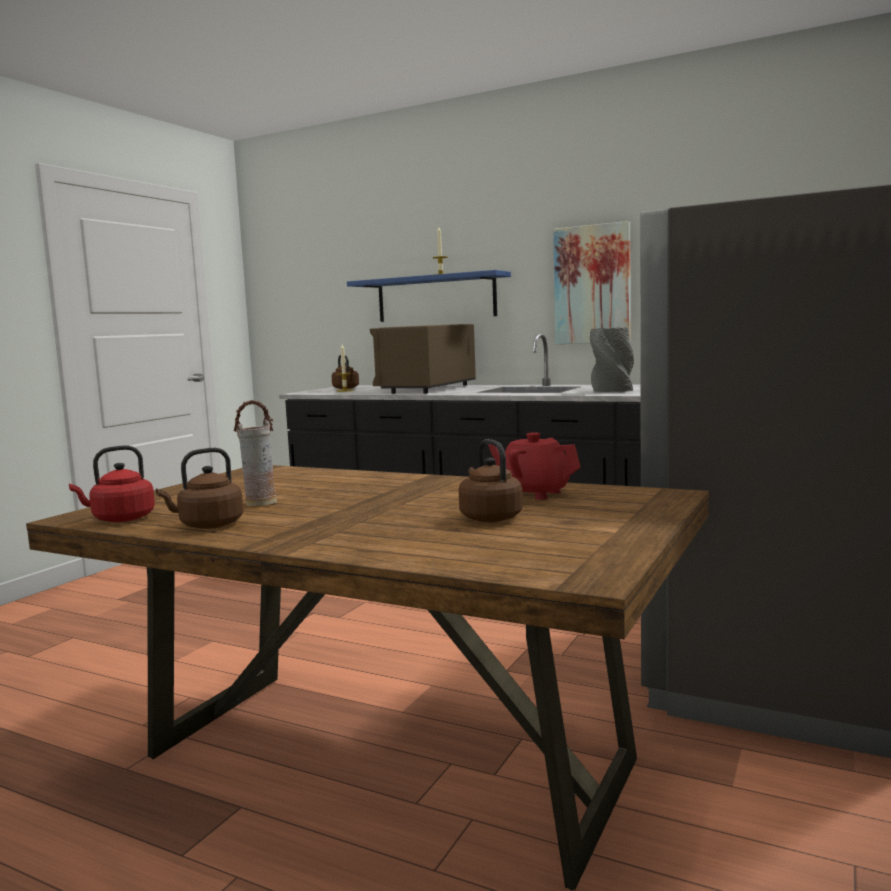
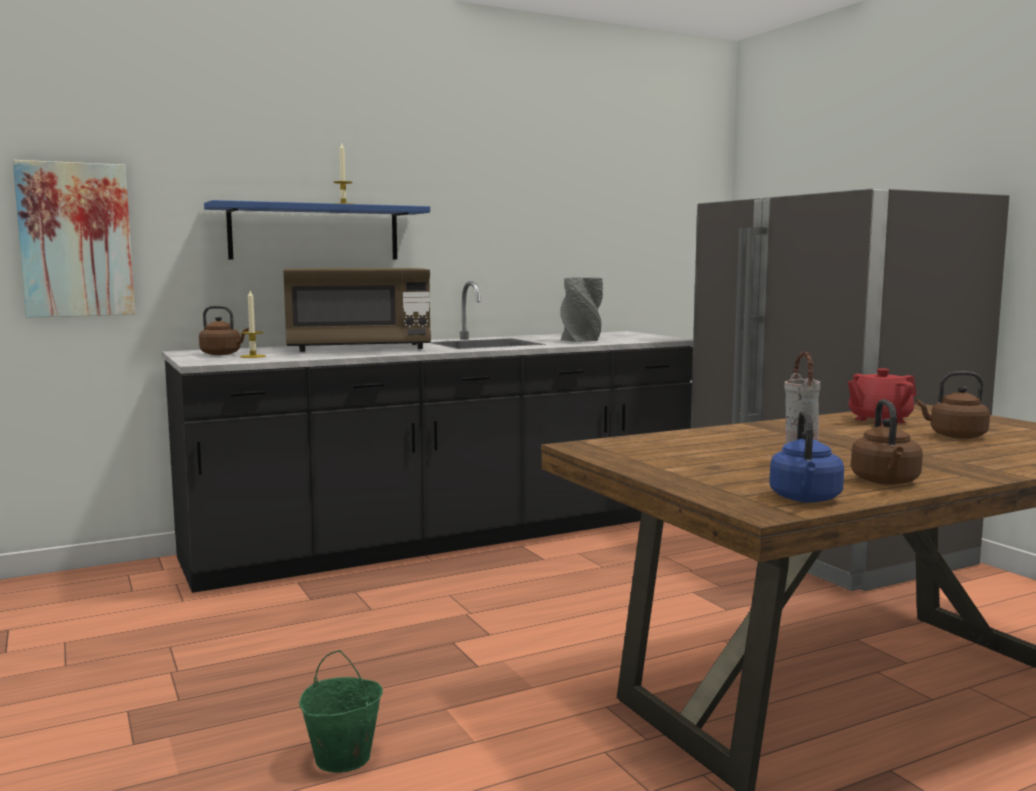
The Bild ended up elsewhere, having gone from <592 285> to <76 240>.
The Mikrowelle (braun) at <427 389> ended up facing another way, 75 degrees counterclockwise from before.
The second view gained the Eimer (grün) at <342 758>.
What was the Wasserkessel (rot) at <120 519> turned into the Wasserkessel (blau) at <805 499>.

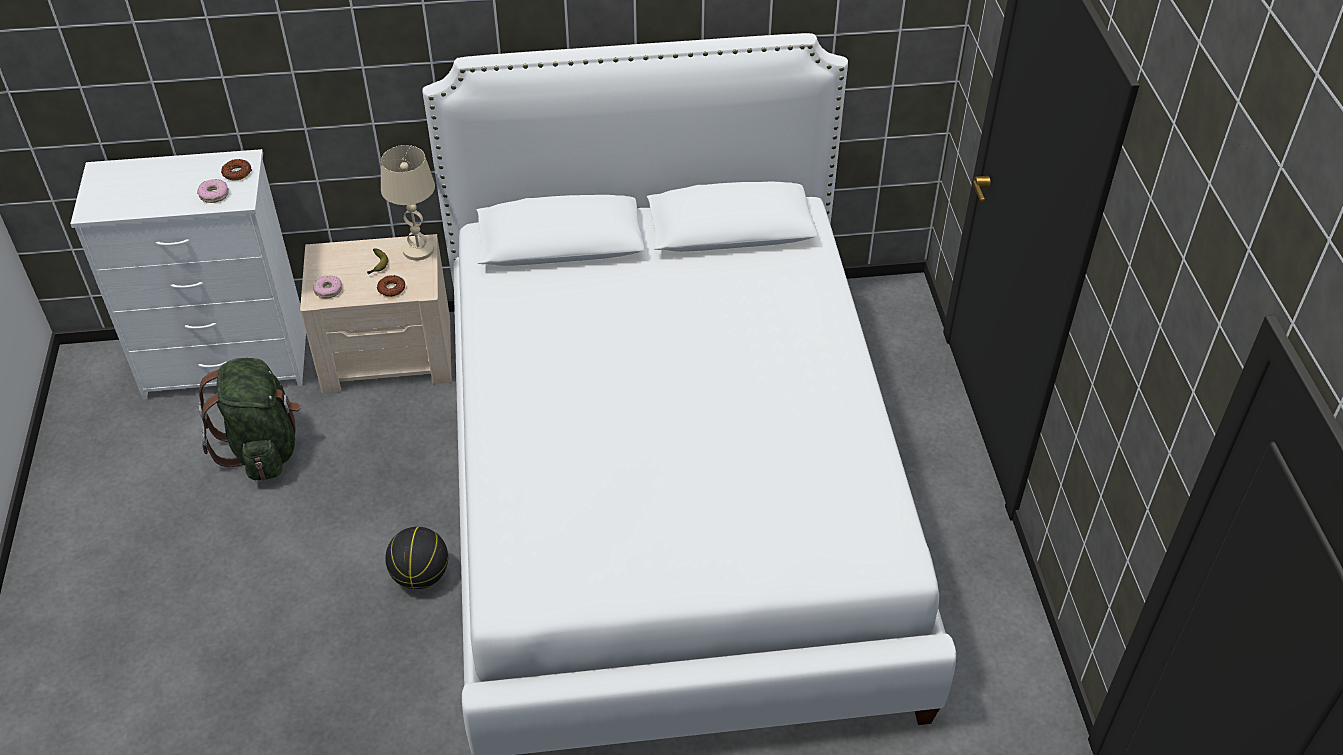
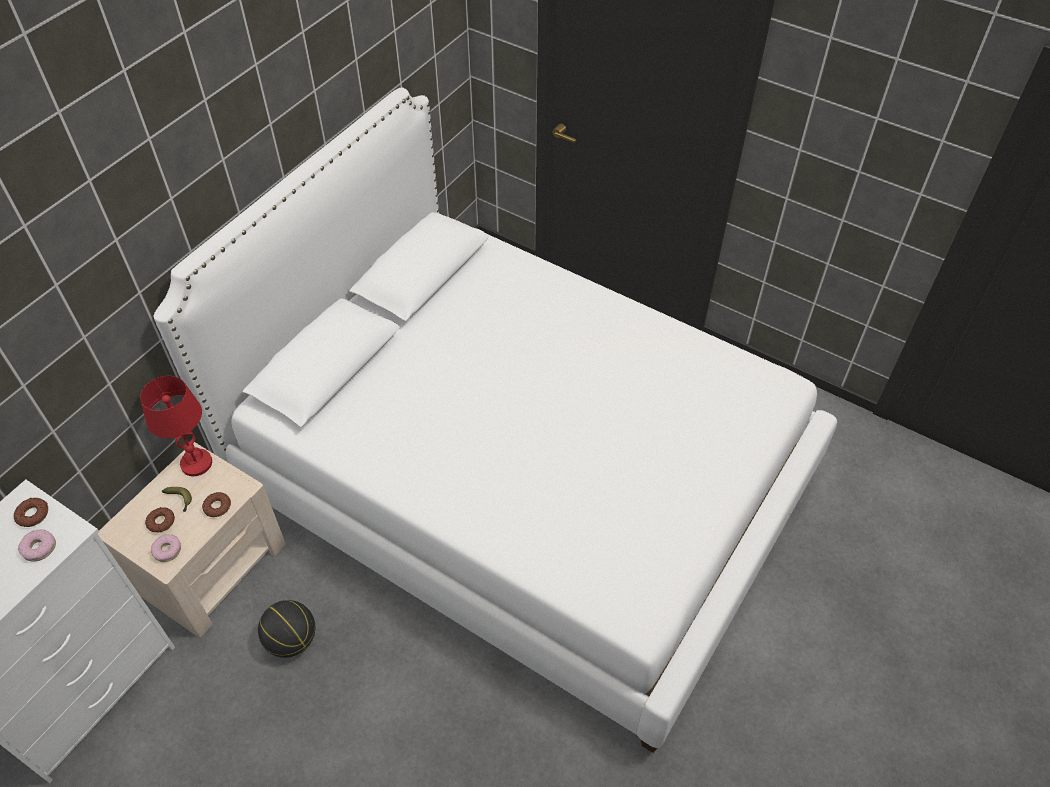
What was the Tischlampe (beige) at <419 249> turned into the Tischlampe (rot) at <196 463>.
The second view gained the Donut at <161 522>.
The Basketball ended up elsewhere, having gone from <421 575> to <292 639>.
The second view lost the Rucksack (grün) at <263 448>.

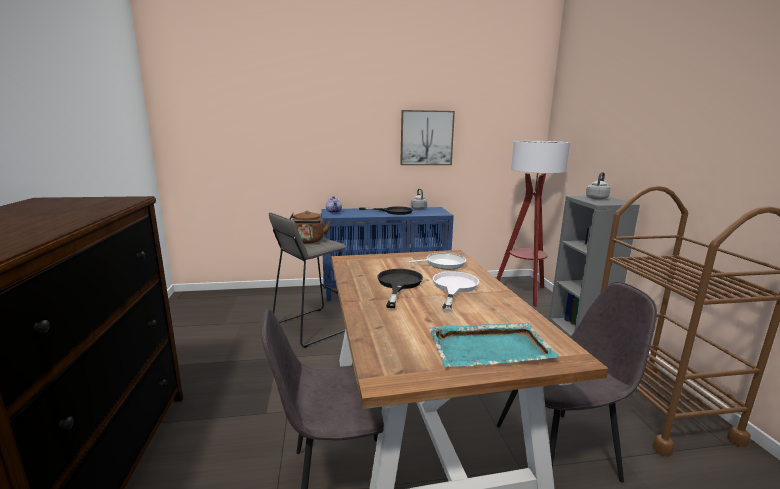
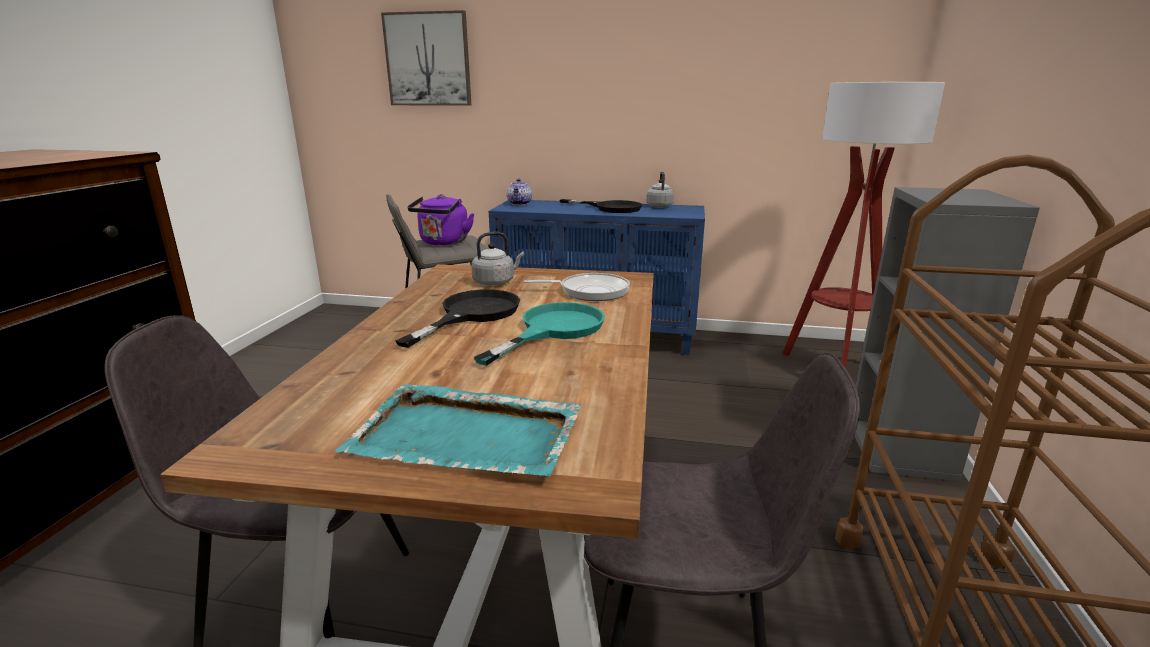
The Bild ended up elsewhere, having gone from <426 138> to <428 60>.
What was the Wasserkessel (braun) at <308 241> turned into the Wasserkessel (lila) at <443 242>.
The Wasserkessel (grau) ended up elsewhere, having gone from <597 198> to <496 282>.
What was the Pfanne (weiß) at <454 287> turned into the Pfanne (türkis) at <553 329>.

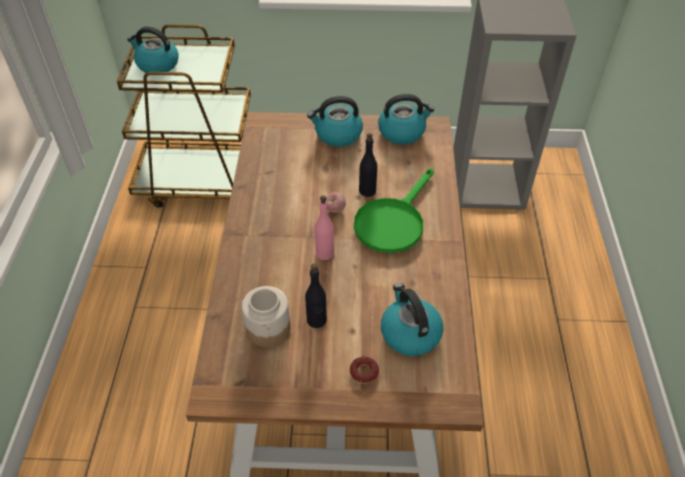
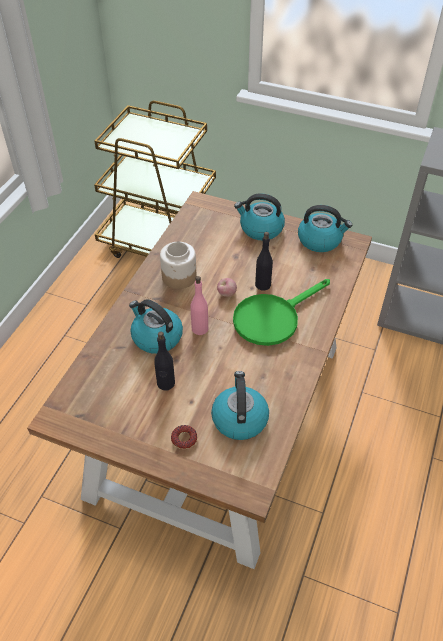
The Wasserkessel ended up elsewhere, having gone from <157 64> to <156 337>.
The Vorratsglas ended up elsewhere, having gone from <268 328> to <179 277>.

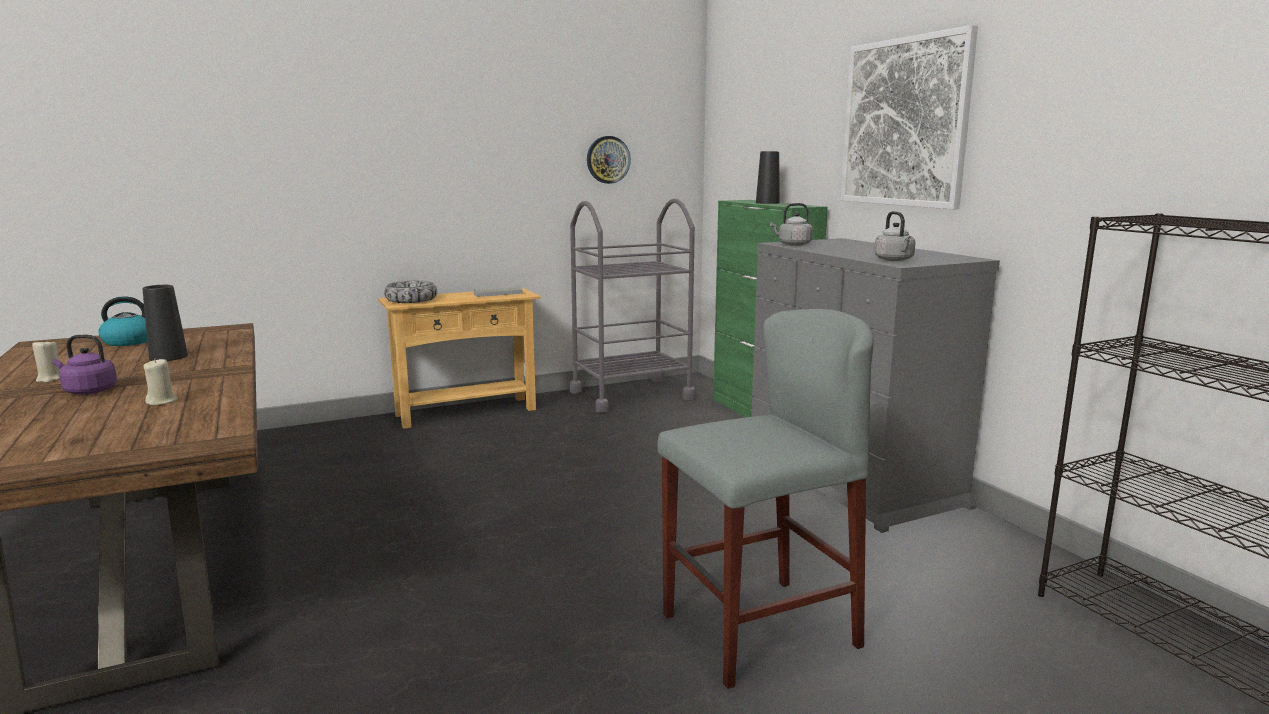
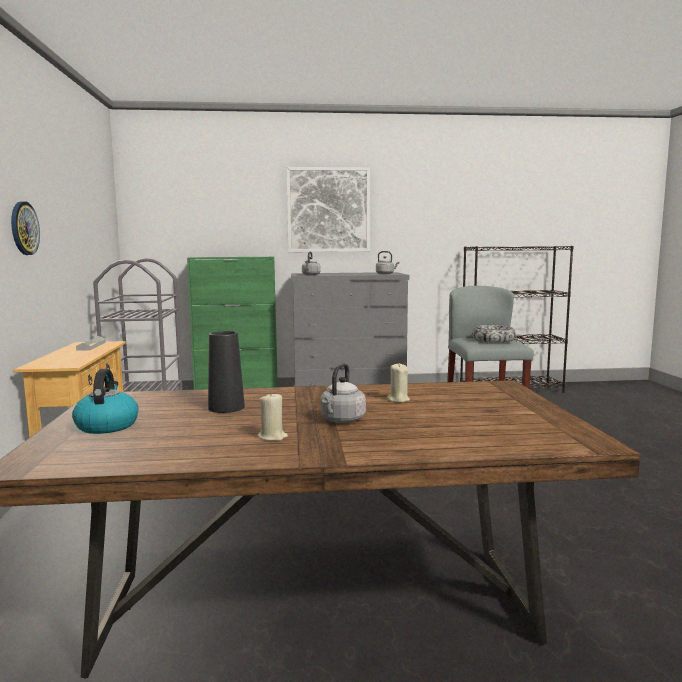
The Wanduhr ended up elsewhere, having gone from <608 159> to <24 228>.
What was the Wasserkessel (lila) at <88 391> turned into the Wasserkessel (grau) at <341 420>.
The Schüssel ended up elsewhere, having gone from <411 300> to <493 340>.
The second view lost the Vase (schwarz) at <767 203>.

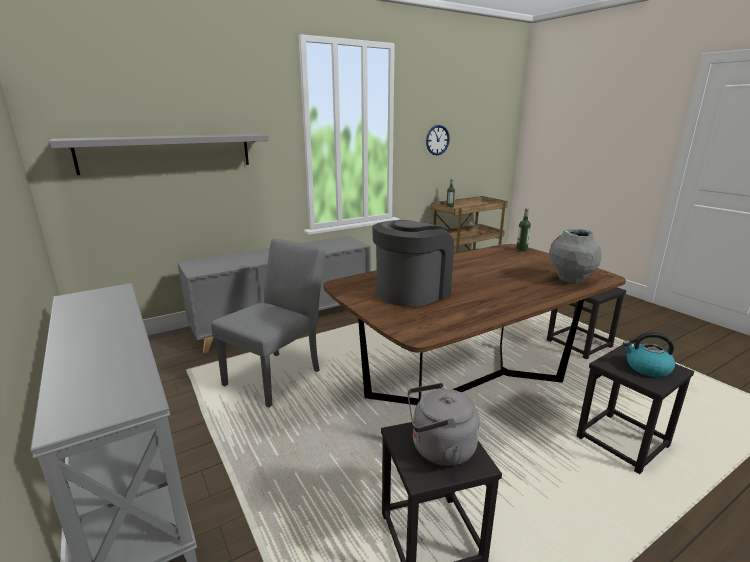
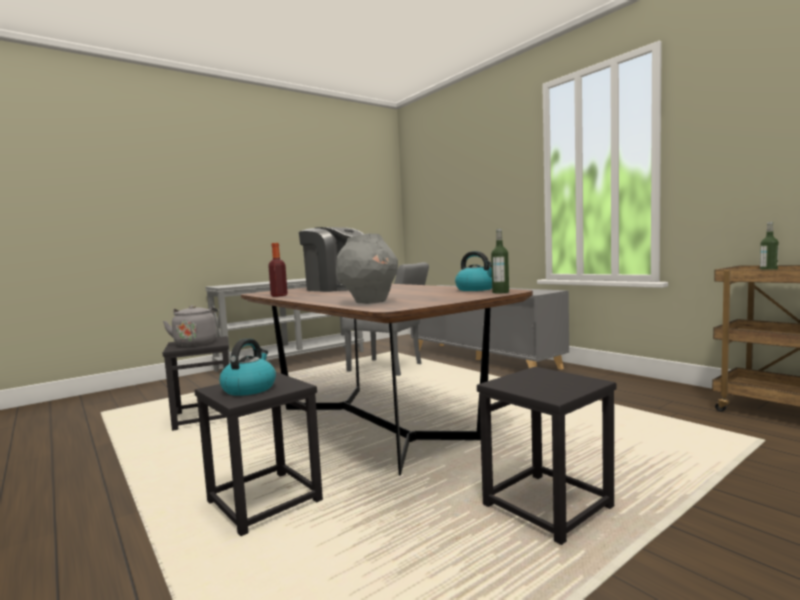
The second view gained the Flasche at <279 295>.
The second view gained the Wasserkessel at <476 289>.
The second view lost the Wandregal (grau) at <167 152>.
The second view lost the Wanduhr at <437 140>.

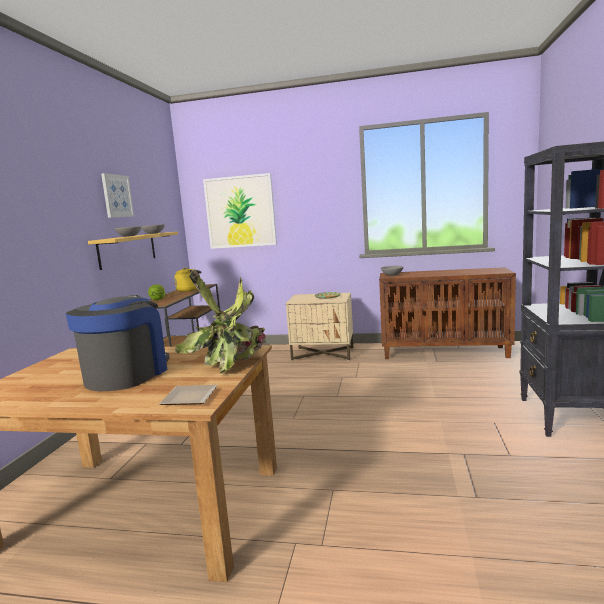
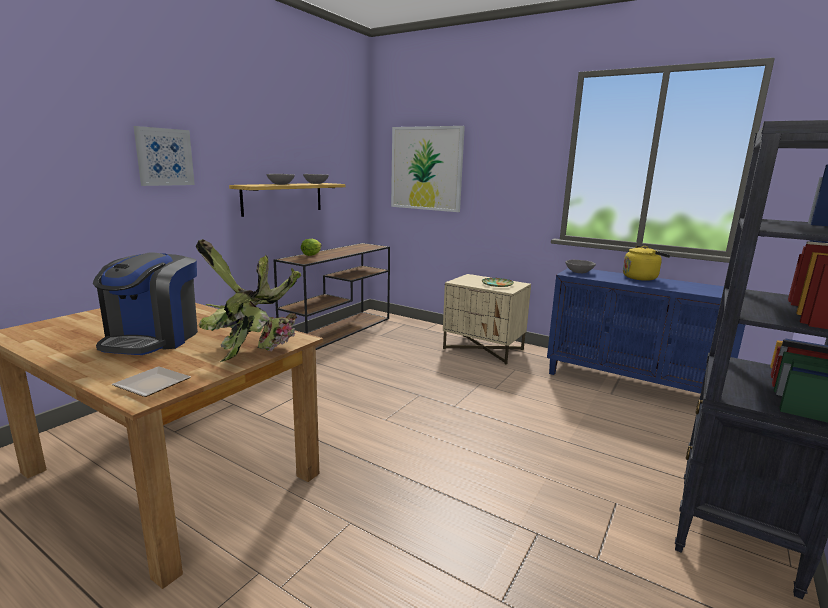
The Kaffeemaschine at <127 375> ended up facing another way, 150 degrees clockwise from before.
The Bild ended up elsewhere, having gone from <117 196> to <164 157>.
What was the Schrank (braun) at <444 352> turned into the Schrank (blau) at <632 384>.
The Wasserkessel (gelb) ended up elsewhere, having gone from <189 290> to <641 278>.

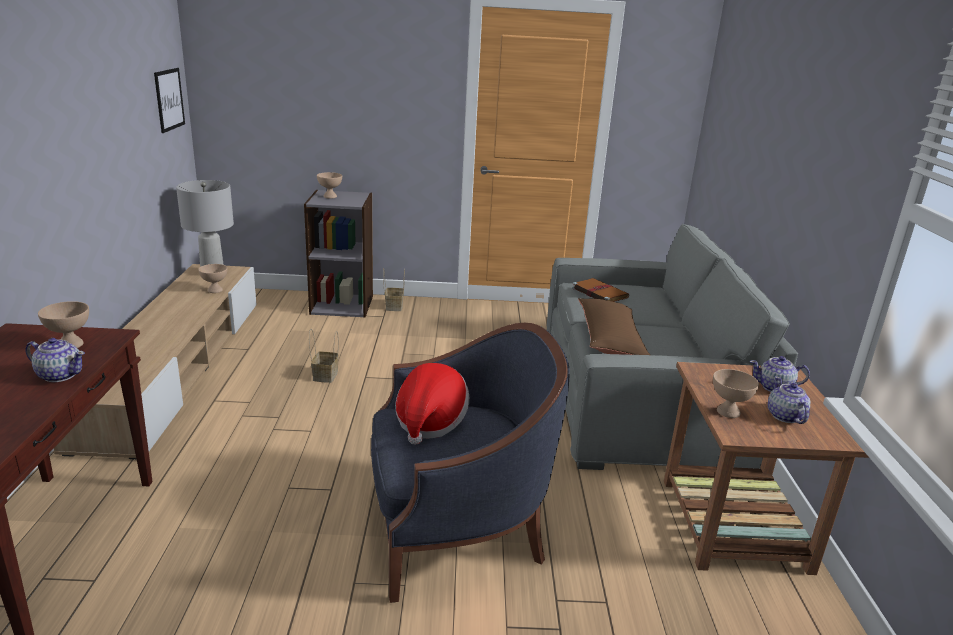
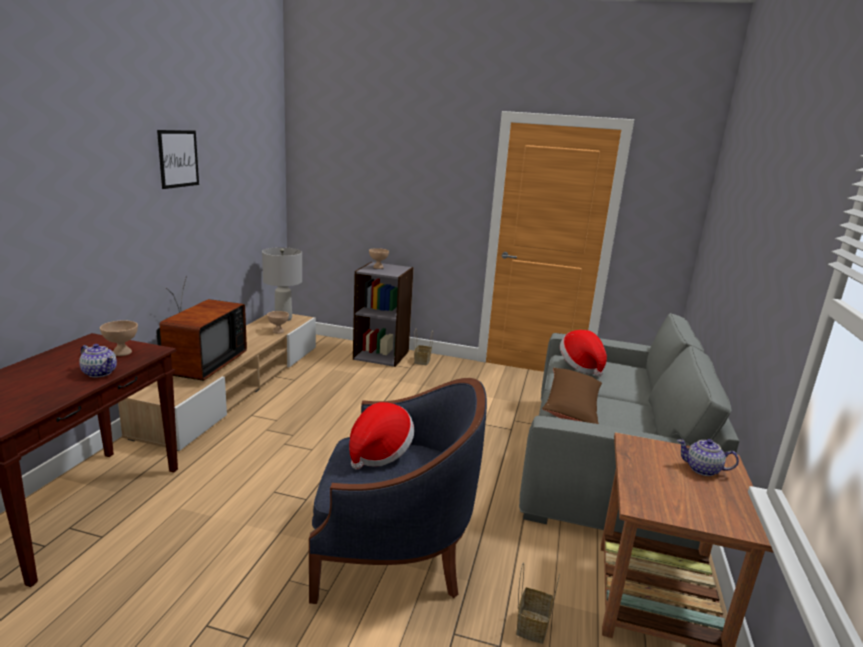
The second view gained the Fernseher at <201 366>.
The Bild ended up elsewhere, having gone from <169 99> to <178 158>.
The Korb ended up elsewhere, having gone from <325 375> to <531 624>.
Where the Buch (braun) stood at <599 292>, the Hut came to stand at <581 366>.
The second view lost the Schüssel (beige) at <728 411>.
The second view lost the Teekanne at <785 416>.

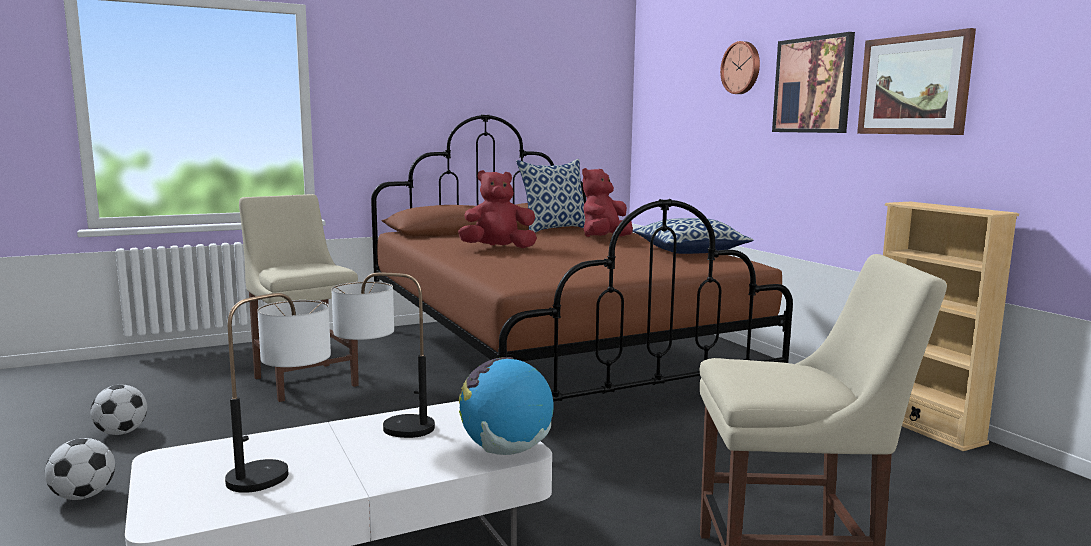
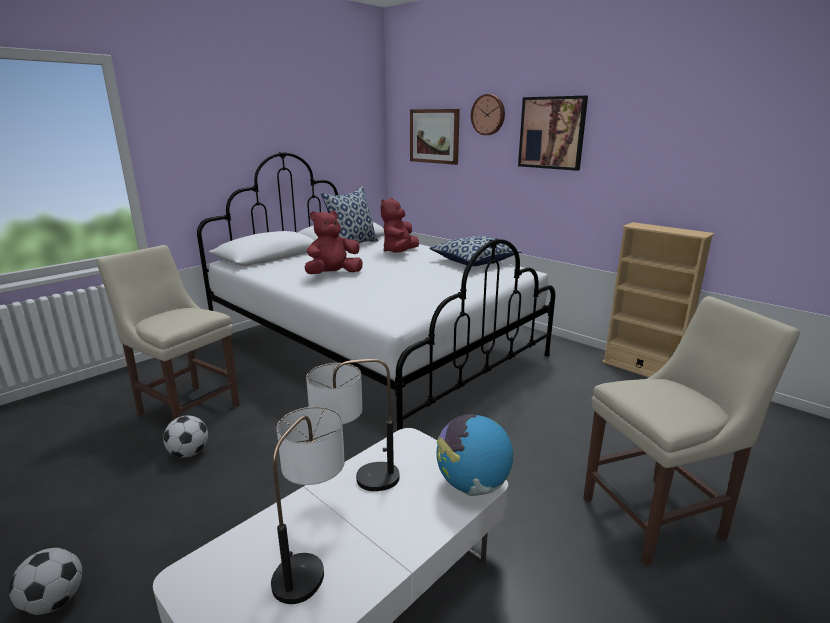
The Fußball ended up elsewhere, having gone from <121 432> to <189 453>.
What was the Bett (braun) at <554 357> turned into the Bett (weiß) at <375 348>.
The Bild ended up elsewhere, having gone from <914 85> to <434 136>.

